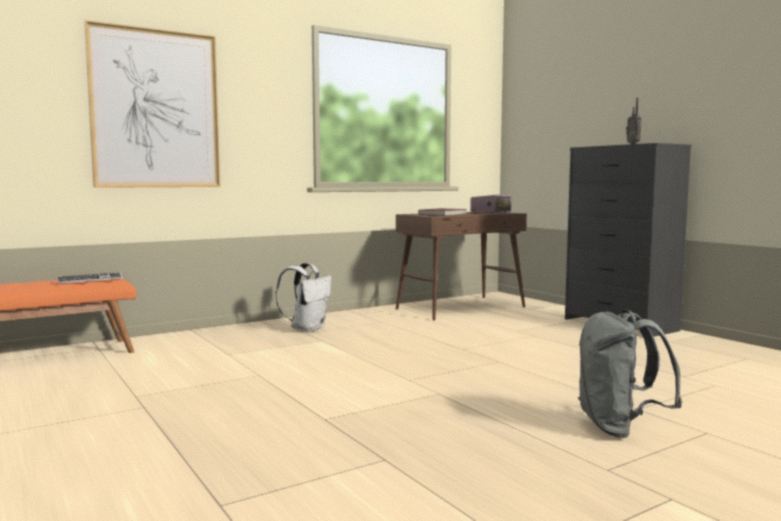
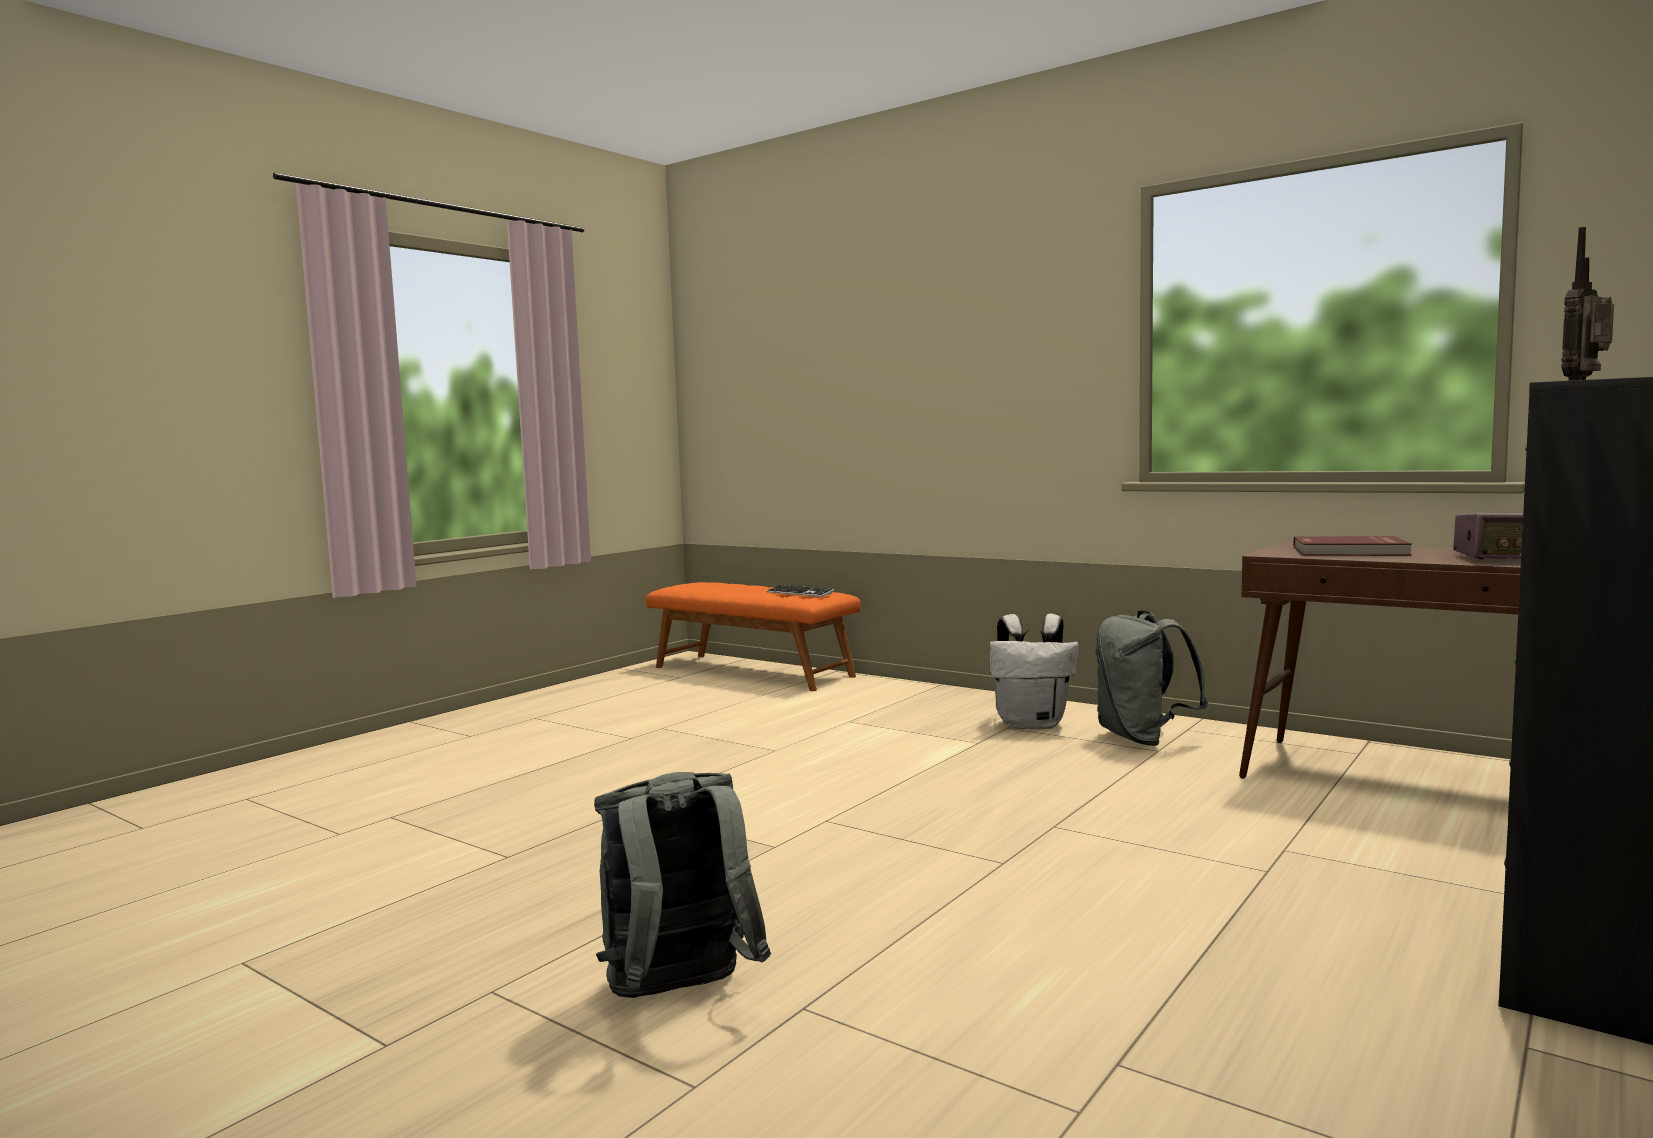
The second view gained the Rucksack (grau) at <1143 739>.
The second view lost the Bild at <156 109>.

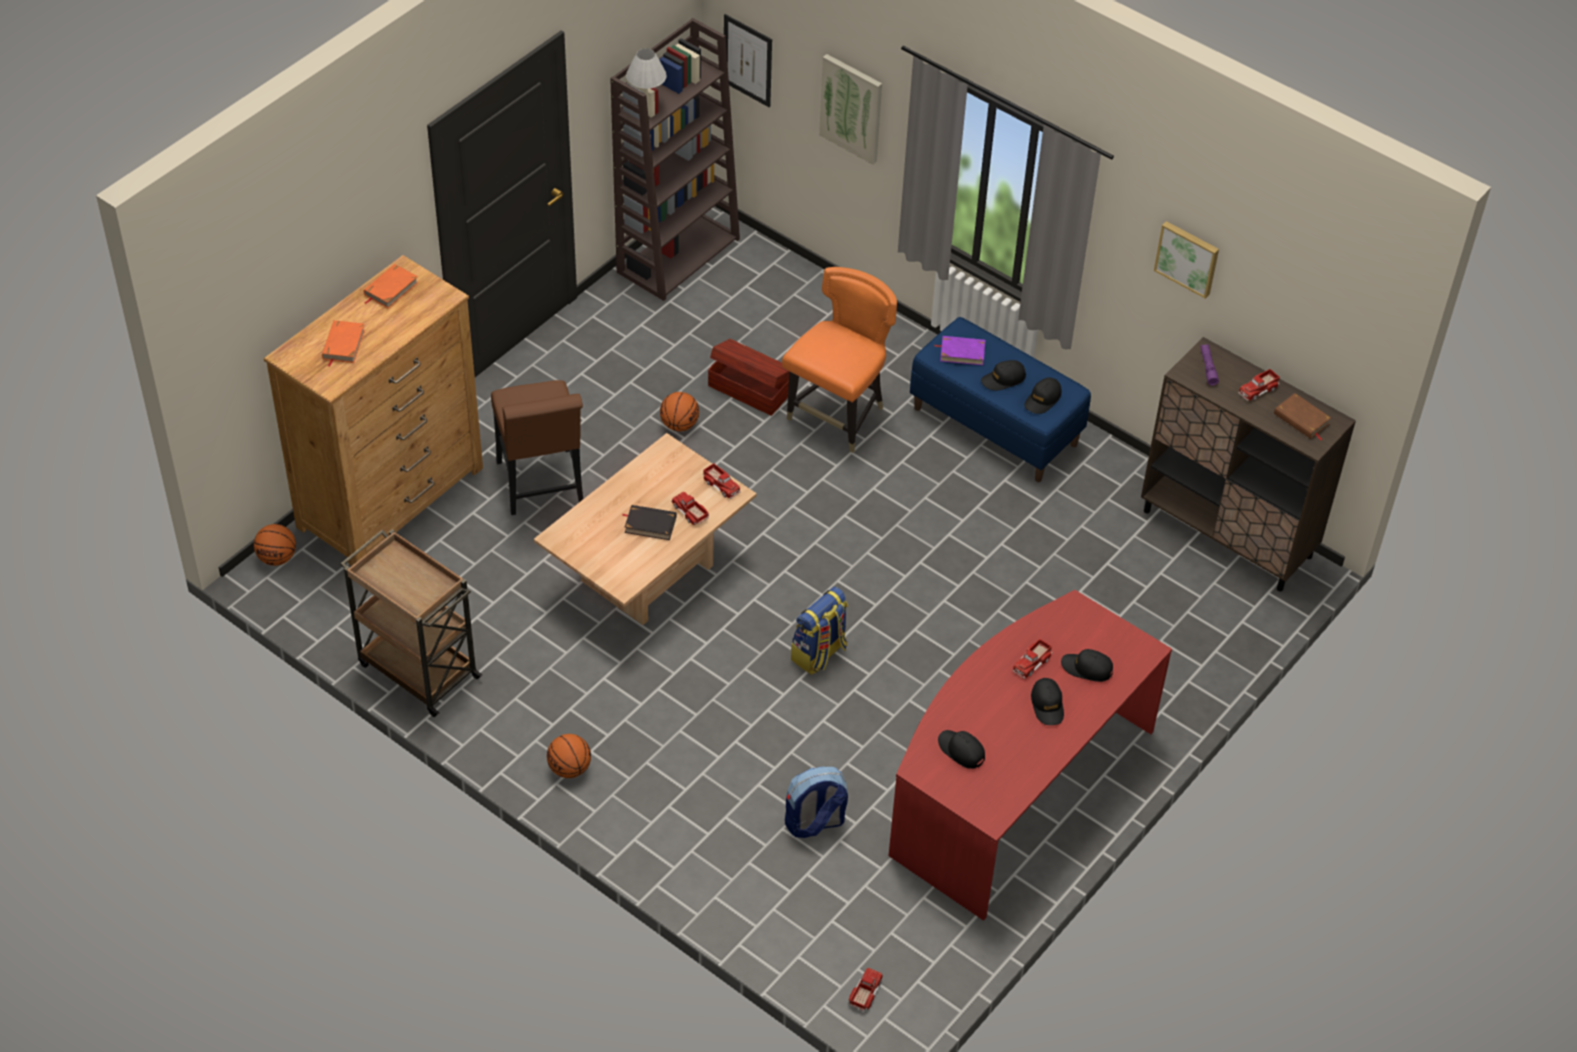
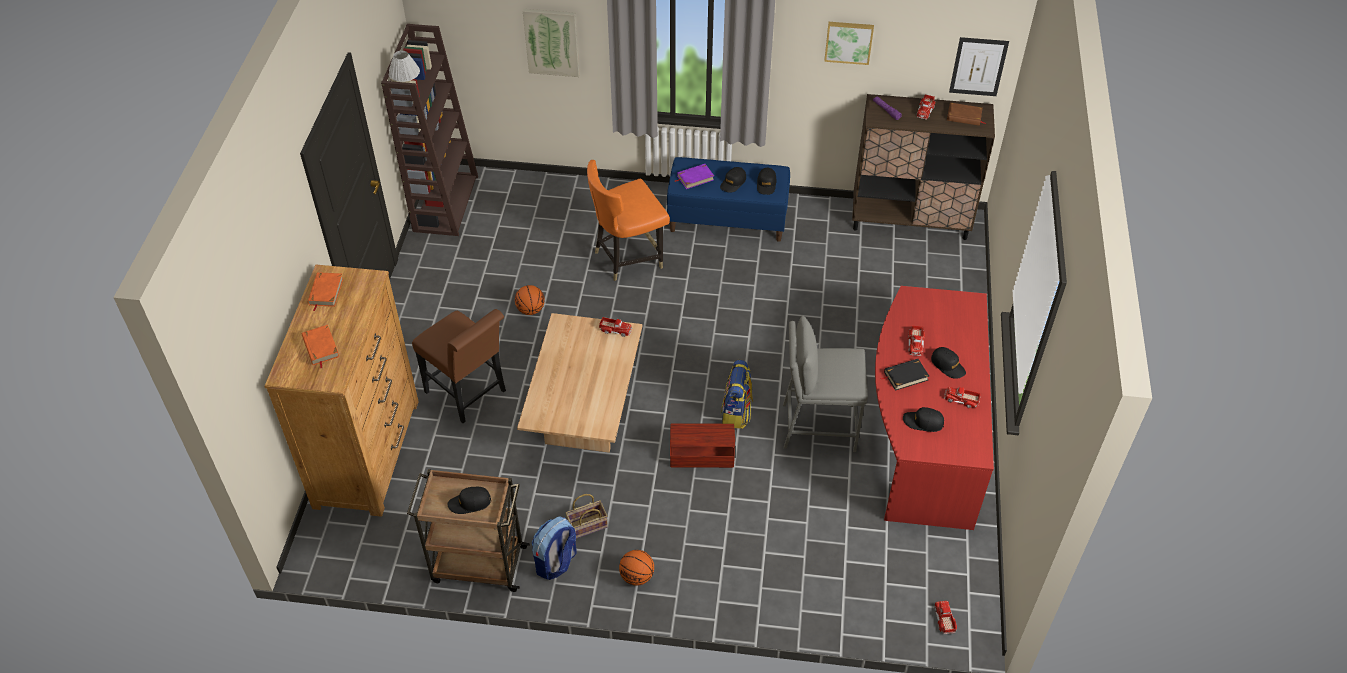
The Kappe (schwarz) ended up elsewhere, having gone from <1087 668> to <470 503>.
The Rucksack ended up elsewhere, having gone from <814 823> to <556 563>.
The second view gained the Korb at <586 527>.
The Stuhl (orange) at <838 416> ended up facing another way, 120 degrees counterclockwise from before.
The Aufbewahrungsbox (braun) ended up elsewhere, having gone from <749 389> to <701 454>.
The second view gained the Hocker (grau) at <818 426>.
The Buch (schwarz) ended up elsewhere, having gone from <650 524> to <905 376>.
The Spielzeuglaster ended up elsewhere, having gone from <690 511> to <961 399>.
The Bild ended up elsewhere, having gone from <747 60> to <978 66>.
The second view lost the Basketball at <277 558>.

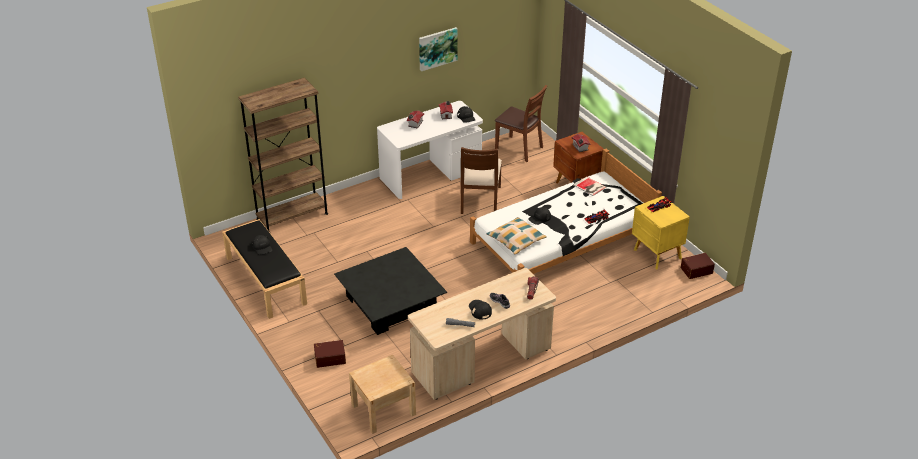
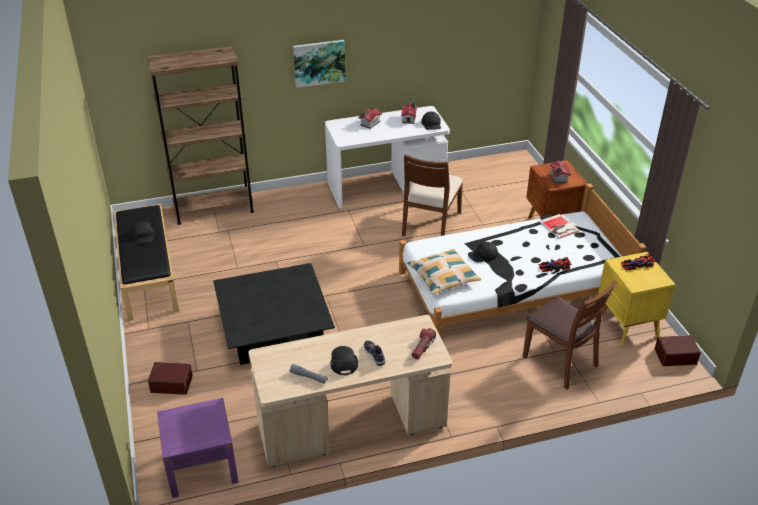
What was the Nachttisch (beige) at <383 410> turned into the Nachttisch (lila) at <201 466>.
The Bild ended up elsewhere, having gone from <437 48> to <319 63>.
The Stuhl (braun) ended up elsewhere, having gone from <519 149> to <560 362>.

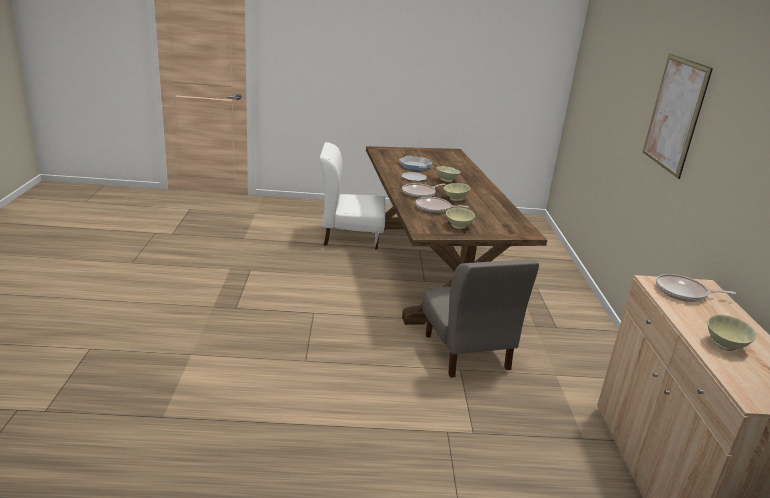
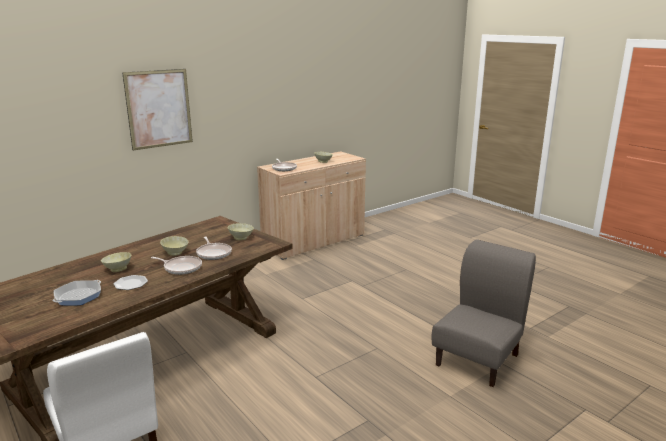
The Stuhl (grau) ended up elsewhere, having gone from <466 352> to <478 359>.

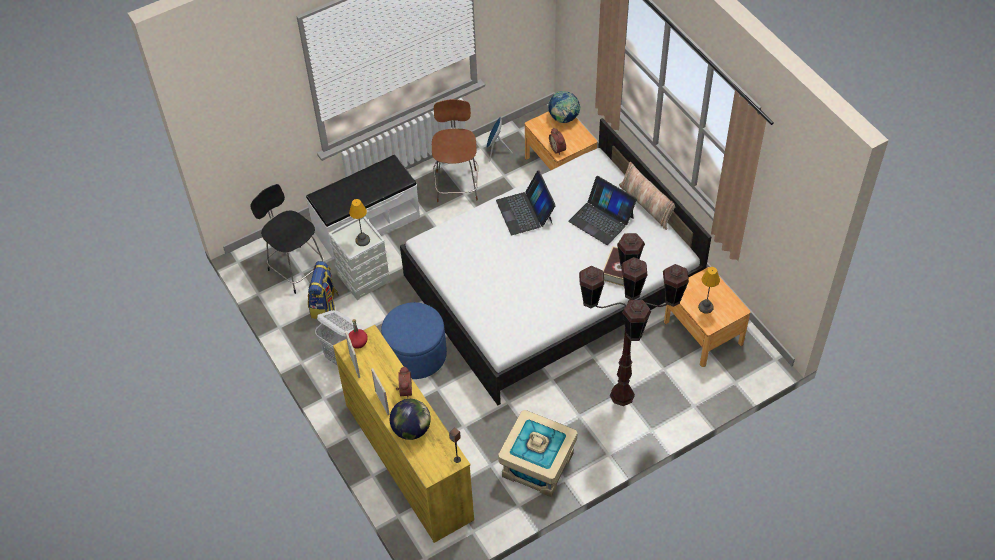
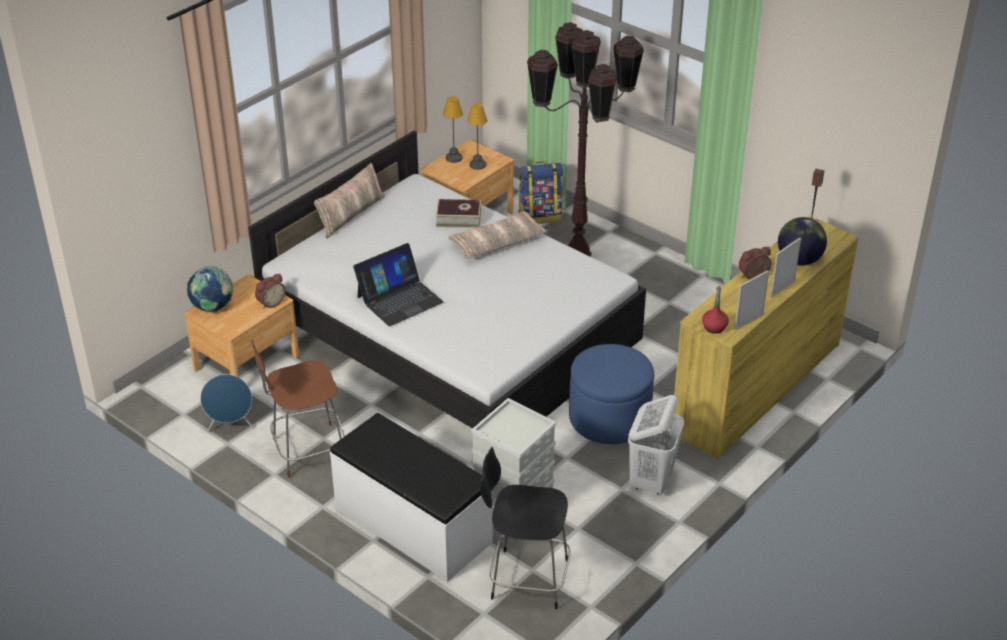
The Tischlampe ended up elsewhere, having gone from <362 240> to <454 158>.
The second view gained the Kissen at <497 243>.
The Stuhl (schwarz) at <296 268> ended up facing another way, 75 degrees clockwise from before.
The Rucksack ended up elsewhere, having gone from <324 306> to <540 216>.
The second view lost the Aufbewahrungsbox (beige) at <537 465>.
The second view lost the Laptop at <601 219>.

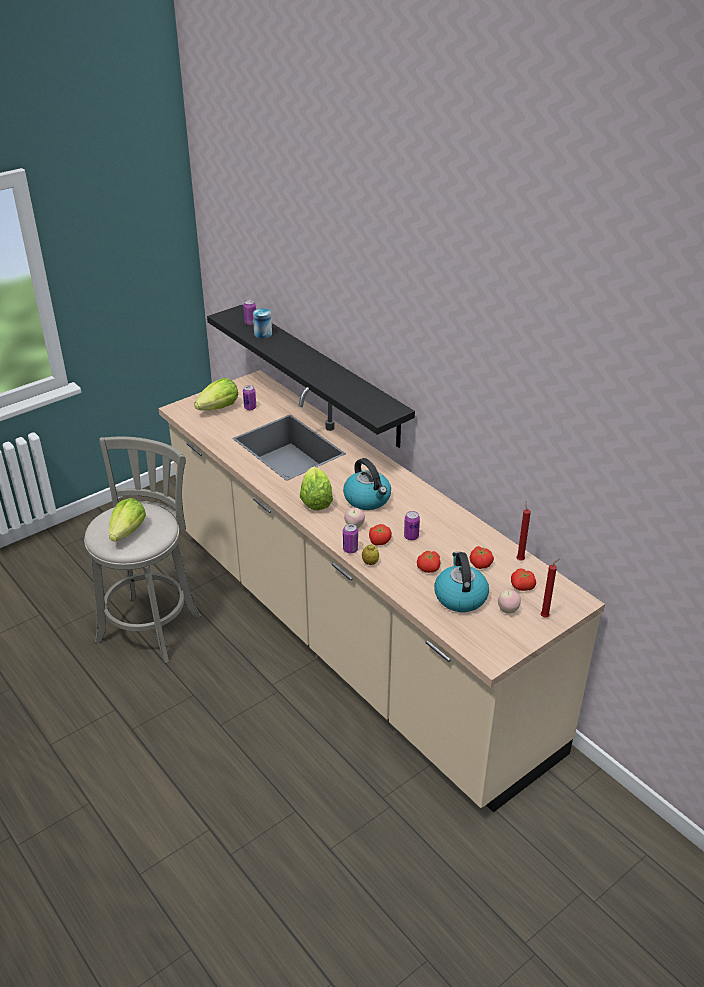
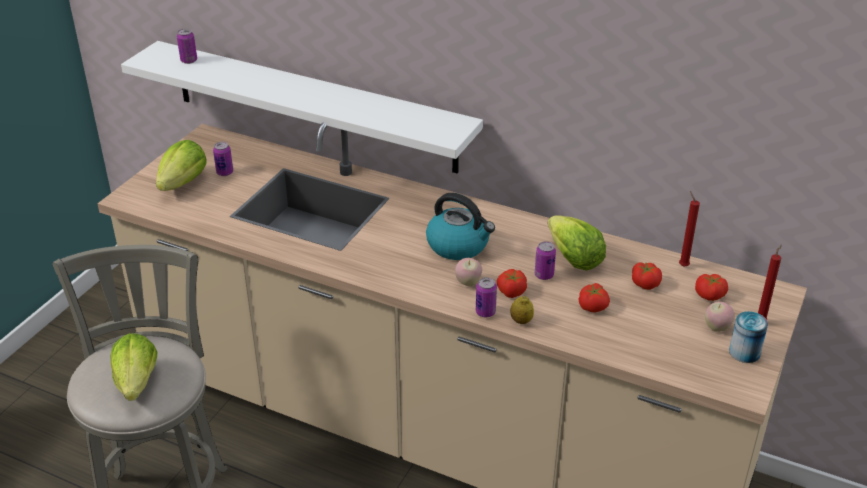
What was the Wandregal (schwarz) at <321 374> turned into the Wandregal (weiß) at <312 106>.
The Salatkopf ended up elsewhere, having gone from <315 501> to <574 259>.
The Dose ended up elsewhere, having gone from <263 334> to <744 352>.
The second view lost the Wasserkessel at <460 596>.

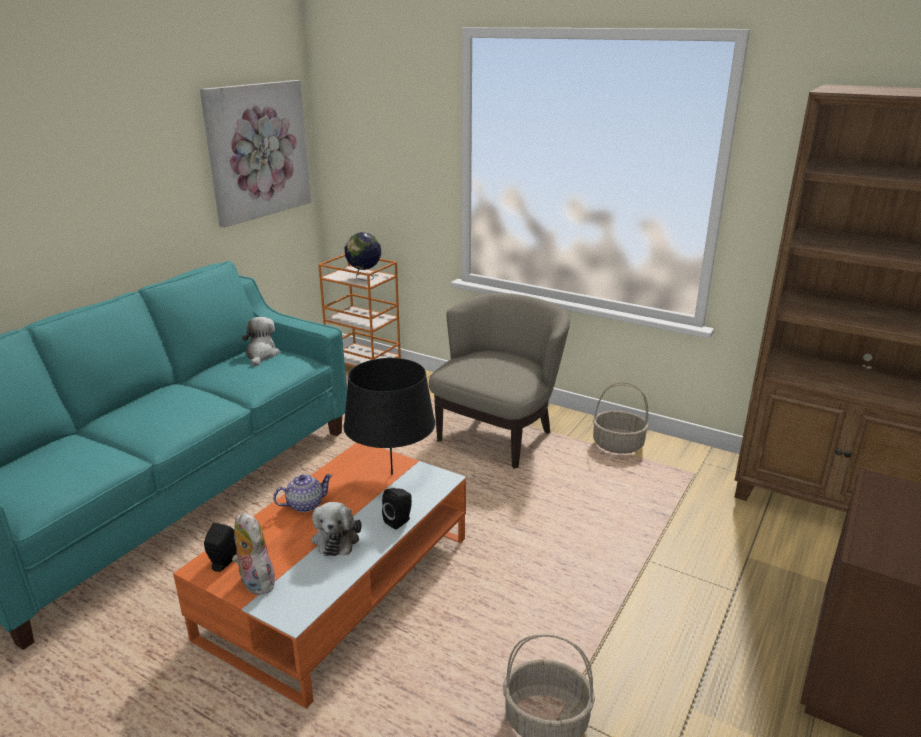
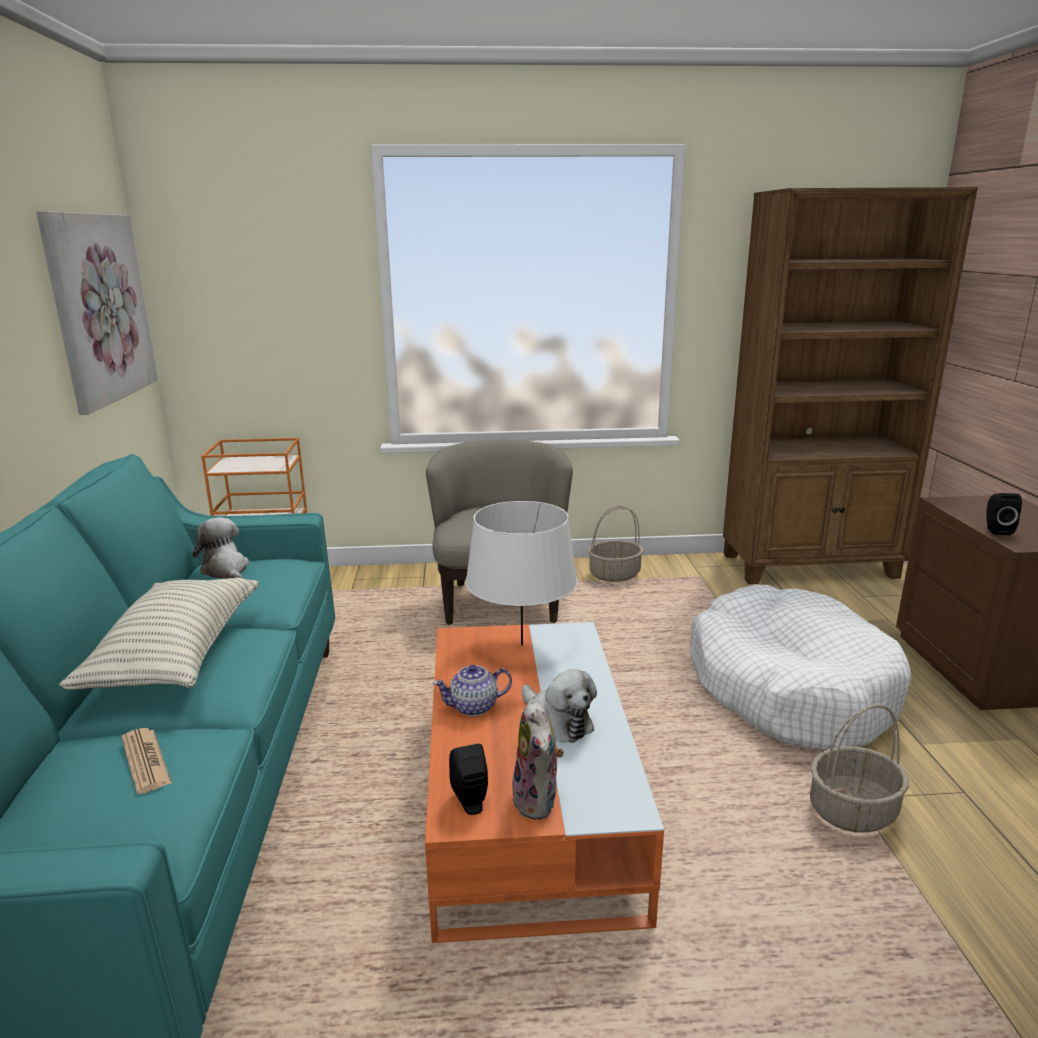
The second view gained the Kissen at <177 655>.
The second view gained the Zeitung at <145 761>.
The Teekanne at <304 505> ended up facing another way, 135 degrees counterclockwise from before.
What was the Tischlampe (schwarz) at <392 474> turned into the Tischlampe (weiß) at <521 645>.
The Plüschtier at <254 582> ended up facing another way, 120 degrees counterclockwise from before.
The second view gained the Hundebett (weiß) at <789 688>.
The Lautsprecher (schwarz) ended up elsewhere, having gone from <399 521> to <996 530>.
The second view lost the Globus at <364 278>.

